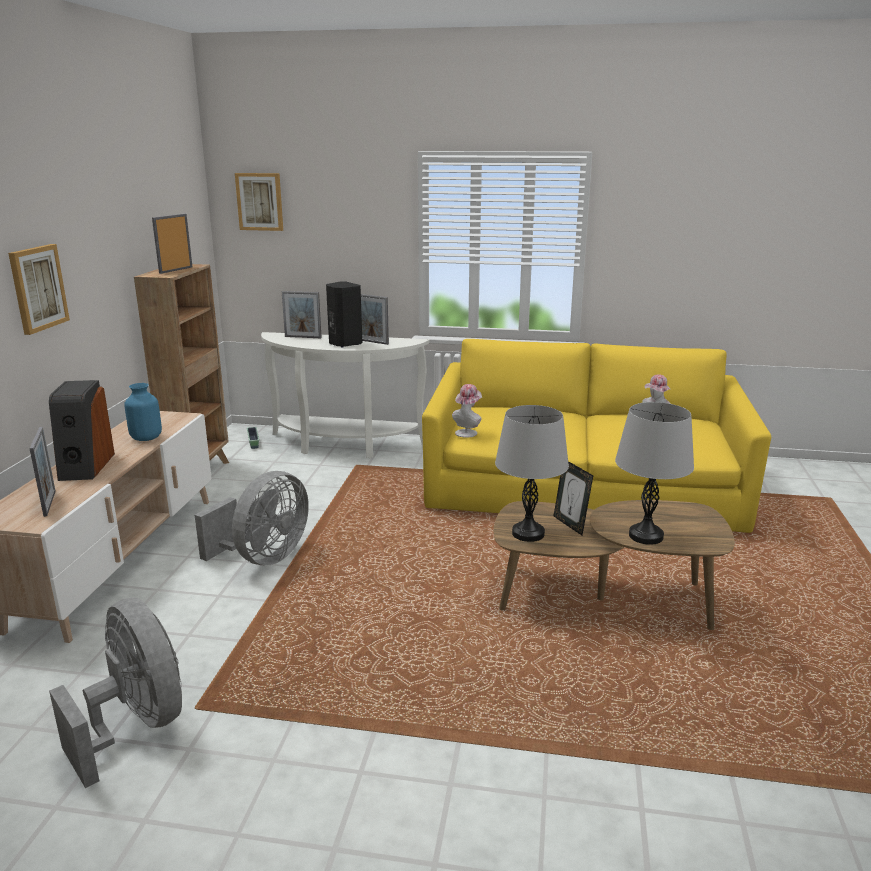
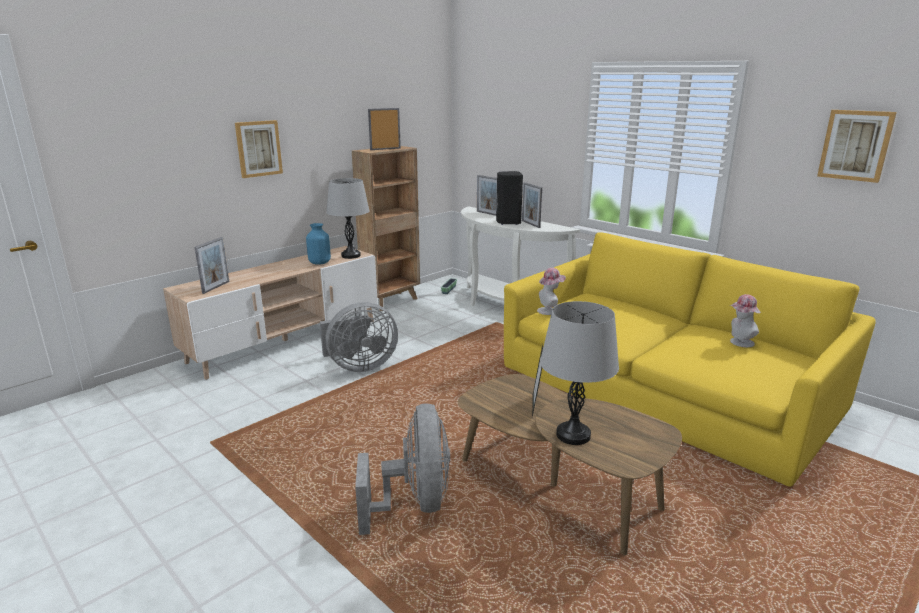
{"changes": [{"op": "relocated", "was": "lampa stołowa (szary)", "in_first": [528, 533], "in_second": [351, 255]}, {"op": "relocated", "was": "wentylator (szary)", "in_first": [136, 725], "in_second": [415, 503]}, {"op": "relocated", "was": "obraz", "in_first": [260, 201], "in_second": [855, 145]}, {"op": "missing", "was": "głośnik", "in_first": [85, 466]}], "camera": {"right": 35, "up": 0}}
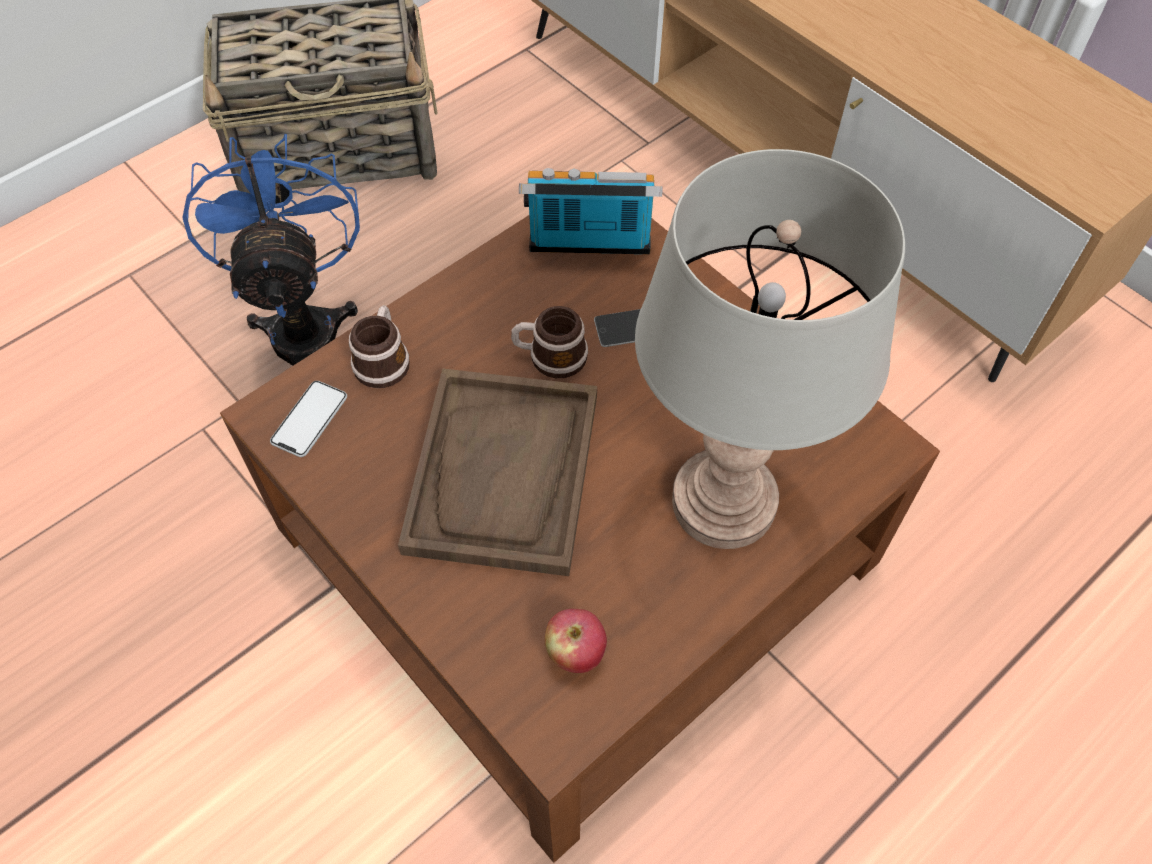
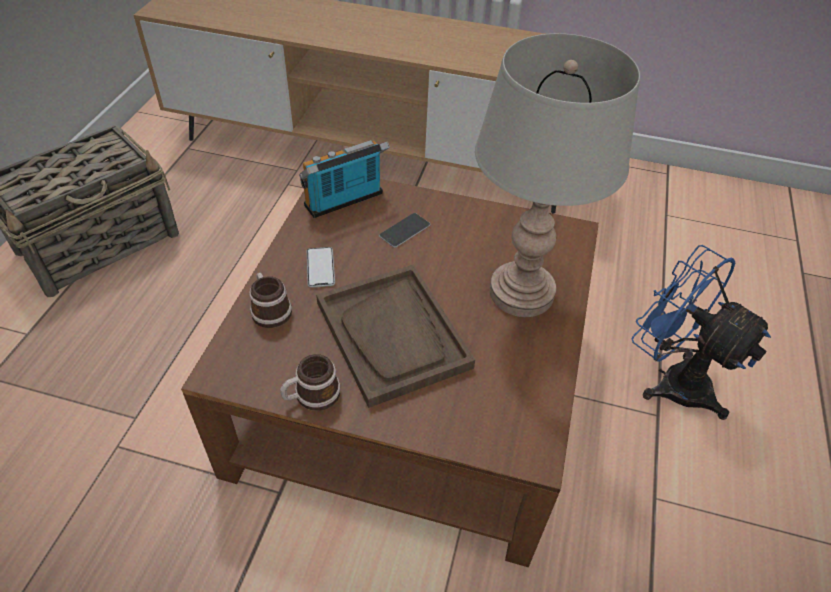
{"changes": [{"op": "relocated", "was": "kubek", "in_first": [550, 356], "in_second": [311, 396]}, {"op": "relocated", "was": "telefon", "in_first": [309, 419], "in_second": [320, 268]}, {"op": "relocated", "was": "wentylator (niebieski)", "in_first": [304, 324], "in_second": [671, 380]}, {"op": "missing", "was": "jabłko", "in_first": [575, 652]}], "camera": {"right": -35, "up": -10}}
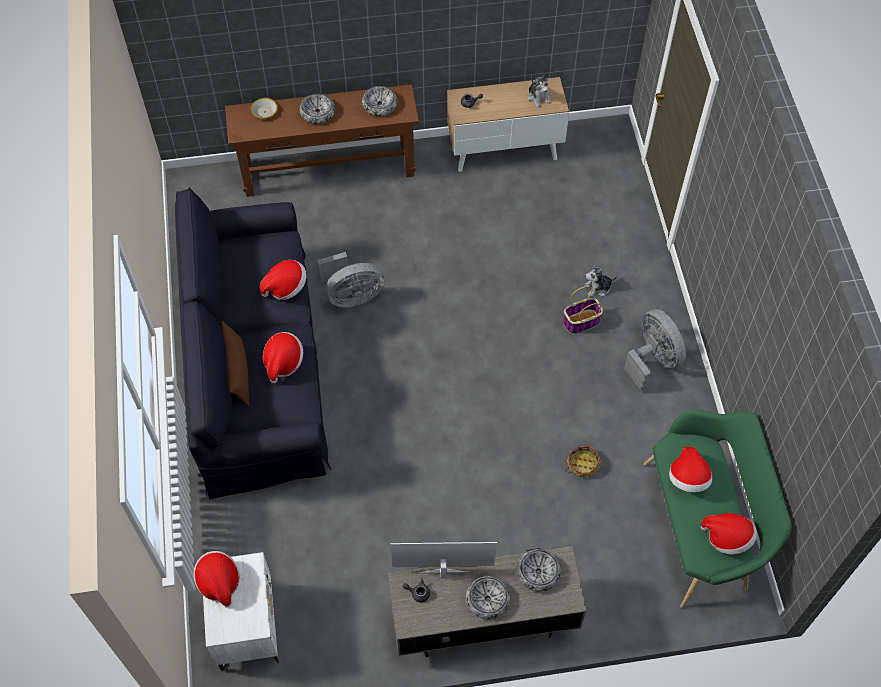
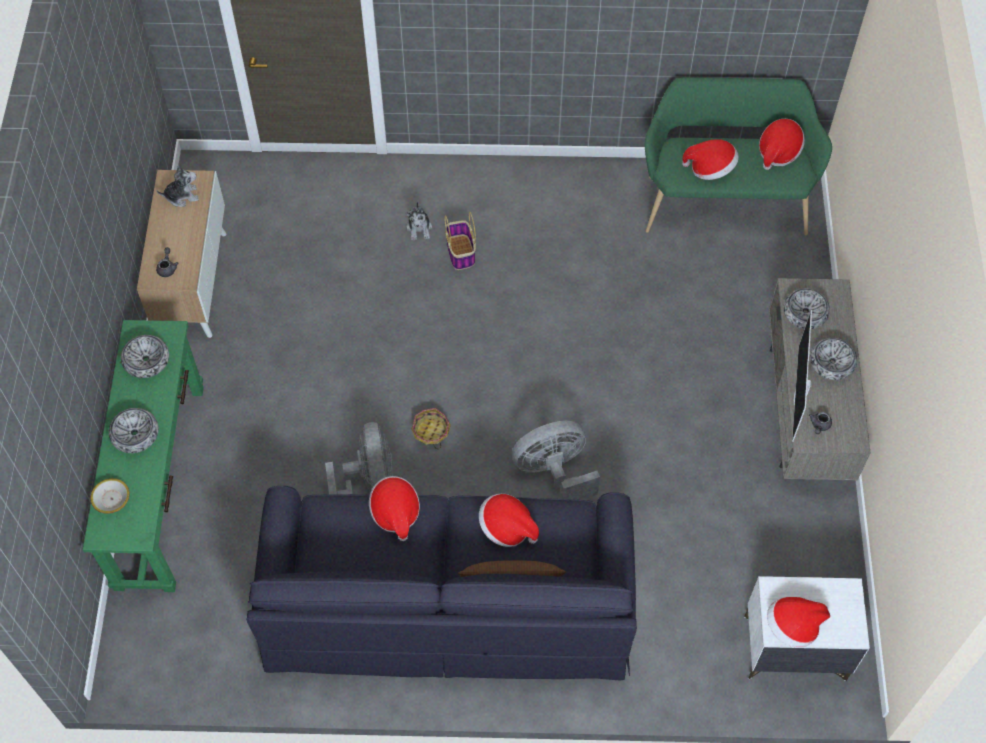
{"changes": [{"op": "colour", "was": "stolik konsolowy (brązowy)", "now": "stolik konsolowy (zielony)", "in_first": [328, 169], "in_second": [160, 485]}, {"op": "relocated", "was": "koszyk", "in_first": [582, 464], "in_second": [431, 431]}, {"op": "relocated", "was": "wentylator (szary)", "in_first": [653, 359], "in_second": [554, 472]}], "camera": {"right": -80, "up": 0}}
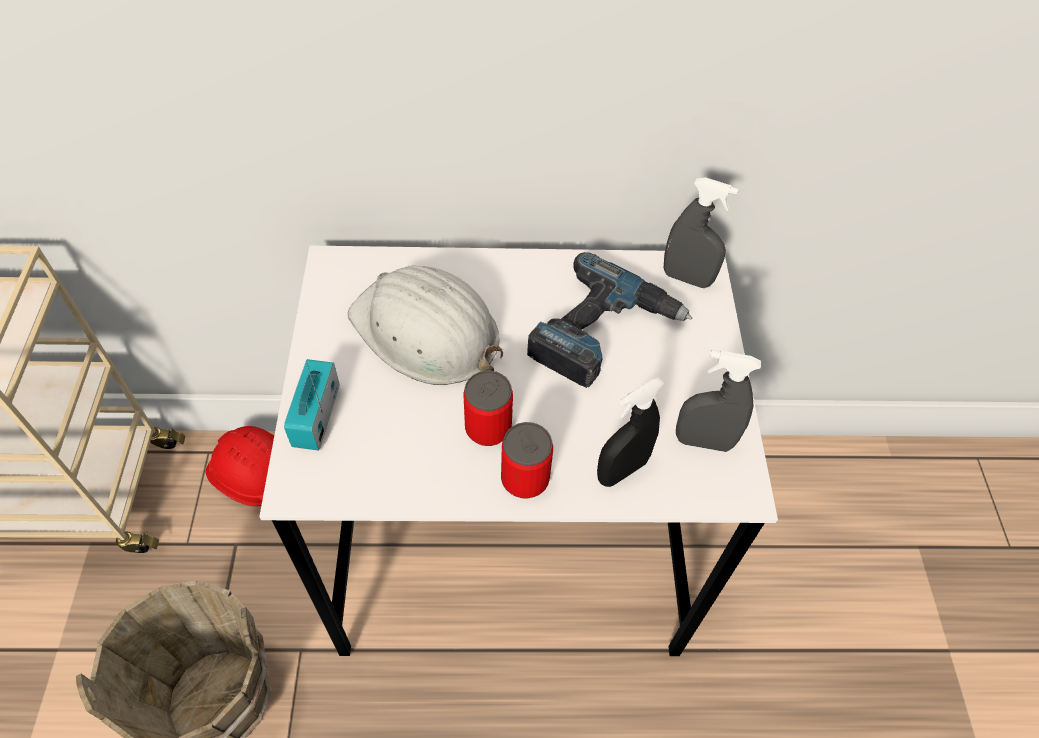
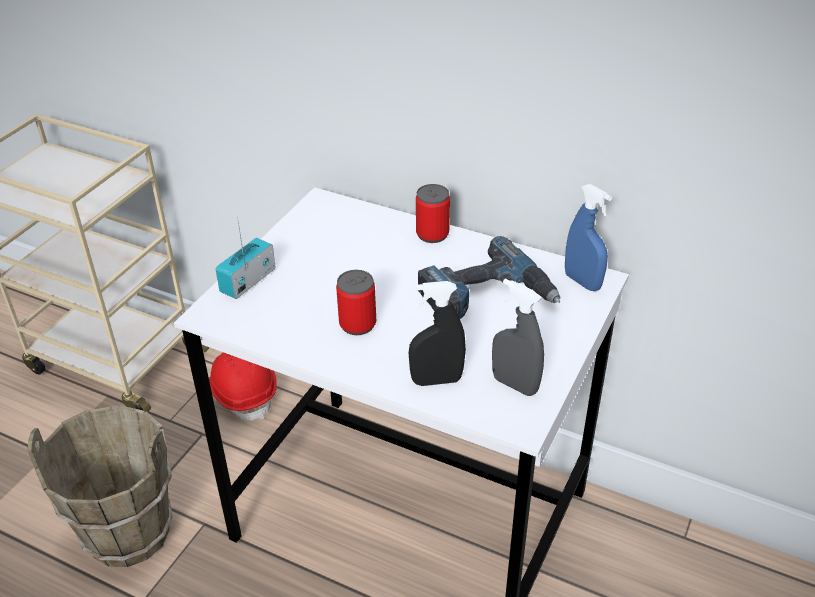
{"changes": [{"op": "relocated", "was": "puszka", "in_first": [525, 479], "in_second": [432, 234]}, {"op": "colour", "was": "spryskiwacz (szary)", "now": "spryskiwacz (niebieski)", "in_first": [687, 278], "in_second": [582, 282]}, {"op": "missing", "was": "kask (biały)", "in_first": [426, 332]}], "camera": {"right": 30, "up": -15}}
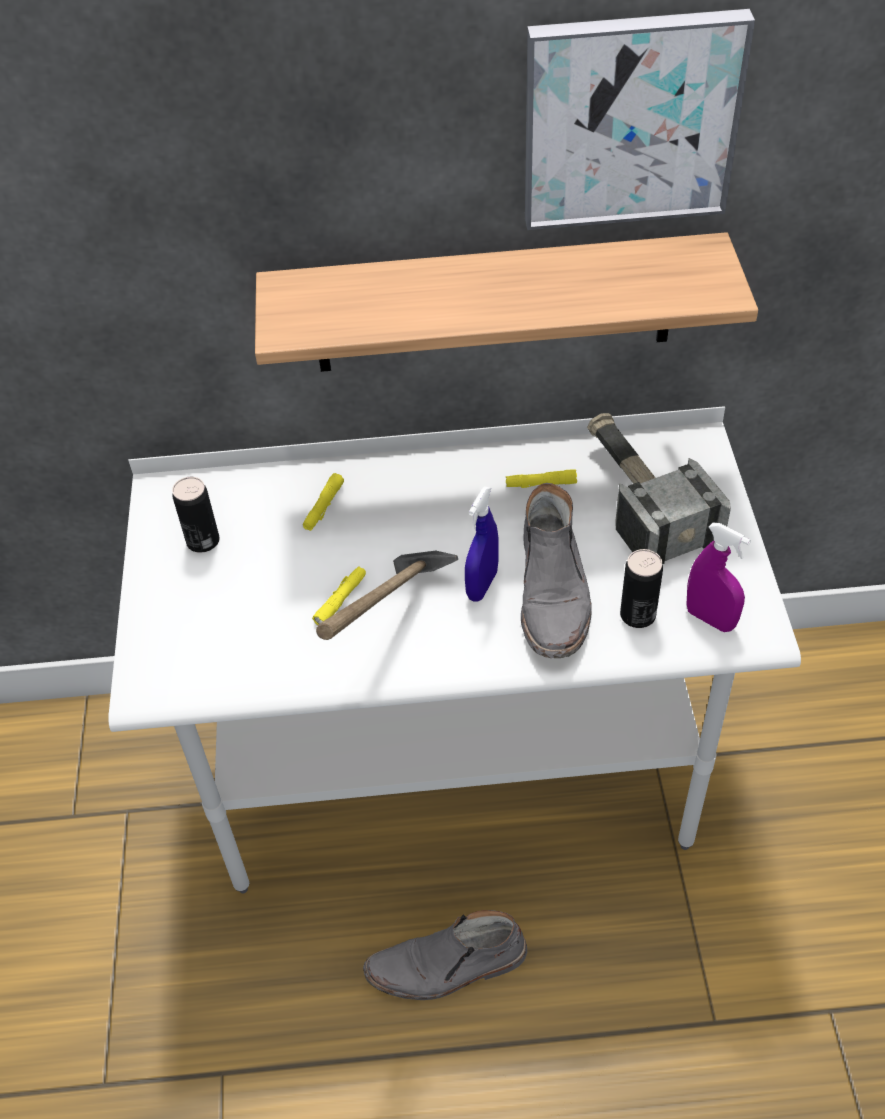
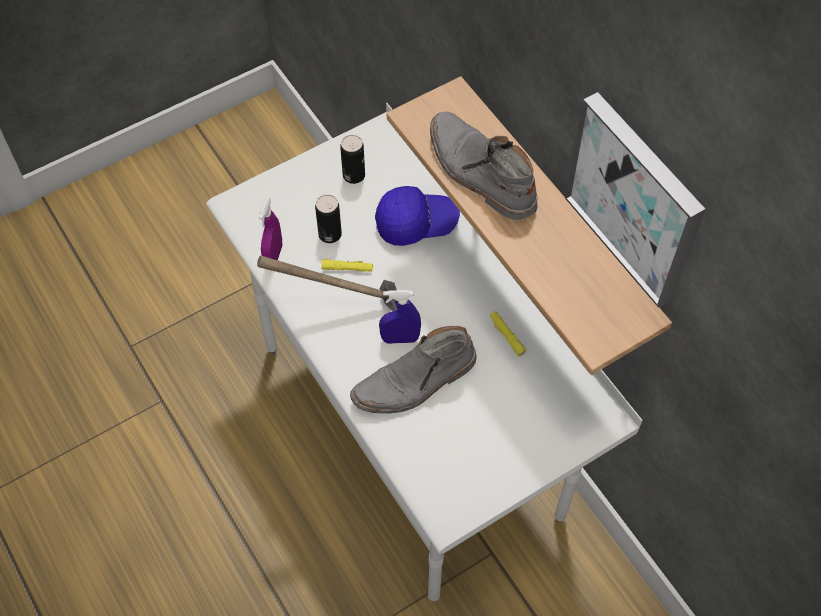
{"changes": [{"op": "relocated", "was": "spryskiwacz (fioletowy)", "in_first": [710, 619], "in_second": [273, 256]}, {"op": "relocated", "was": "puszka", "in_first": [637, 615], "in_second": [330, 234]}, {"op": "exchanged", "was": "latarka (żółty)", "now": "czapka z daszkiem (niebieski)", "in_first": [324, 507], "in_second": [416, 223]}, {"op": "relocated", "was": "but z cholewką (szary)", "in_first": [447, 966], "in_second": [479, 173]}, {"op": "missing", "was": "młotek", "in_first": [640, 499]}], "camera": {"right": 60, "up": 10}}
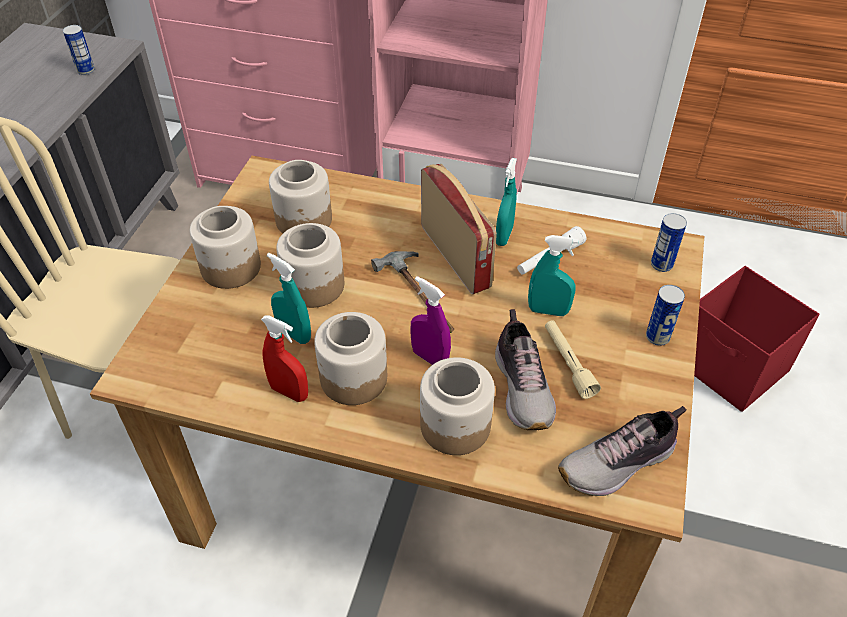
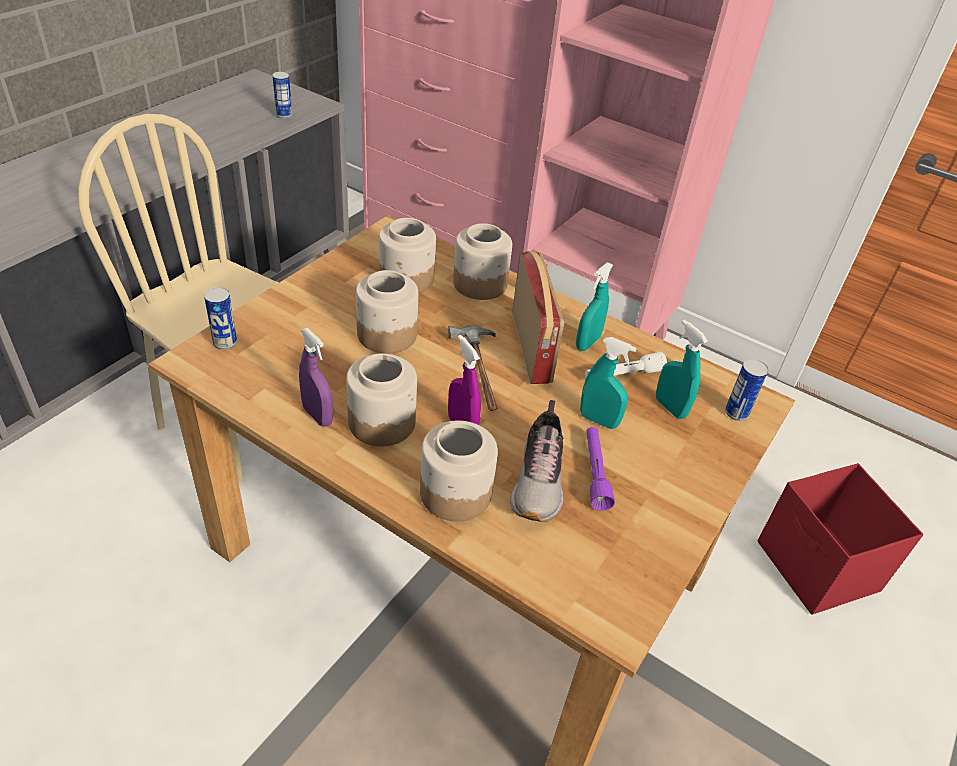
{"changes": [{"op": "relocated", "was": "puszka", "in_first": [657, 337], "in_second": [225, 343]}, {"op": "colour", "was": "spryskiwacz (czerwony)", "now": "spryskiwacz (fioletowy)", "in_first": [289, 392], "in_second": [318, 416]}, {"op": "relocated", "was": "słoik", "in_first": [230, 268], "in_second": [479, 284]}, {"op": "colour", "was": "latarka (beżowy)", "now": "latarka (fioletowy)", "in_first": [568, 363], "in_second": [595, 473]}, {"op": "relocated", "was": "spryskiwacz (turkusowy)", "in_first": [294, 334], "in_second": [670, 408]}, {"op": "missing", "was": "but", "in_first": [619, 464]}], "camera": {"right": 15, "up": -5}}
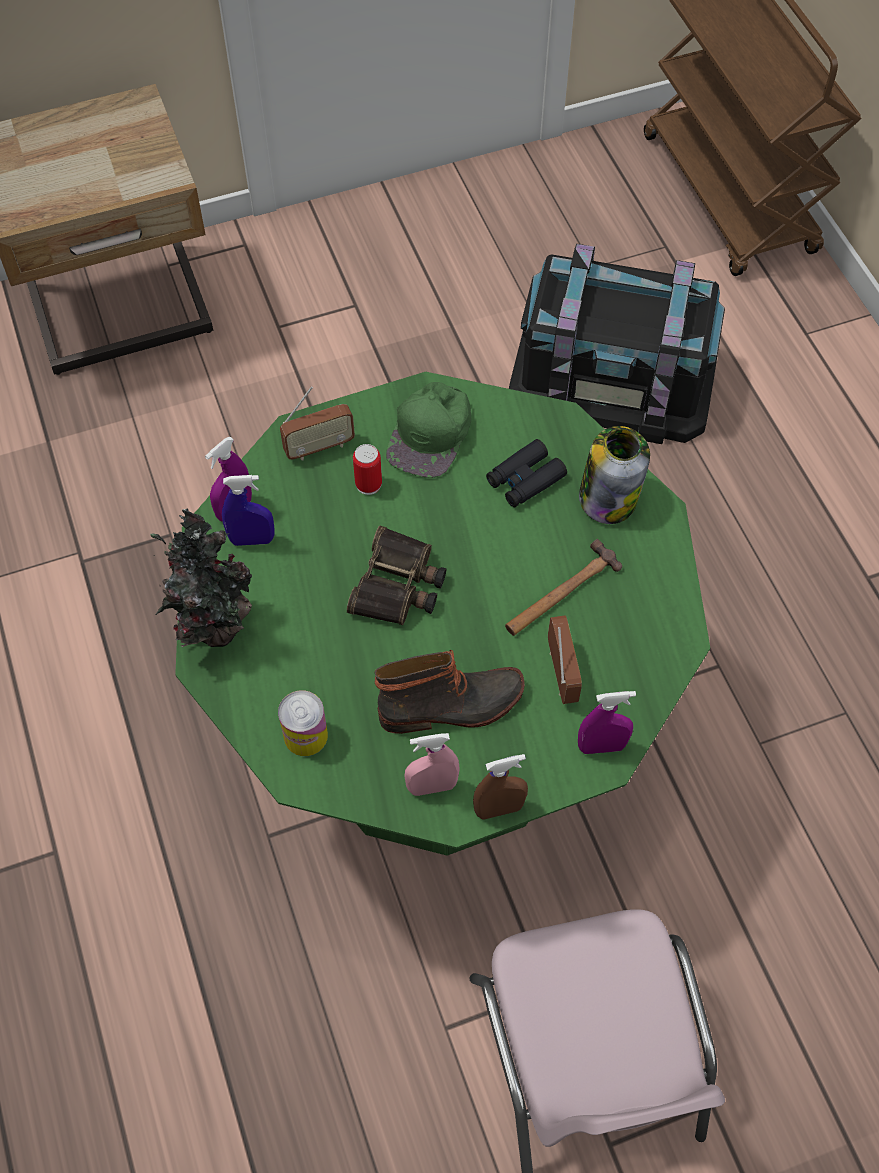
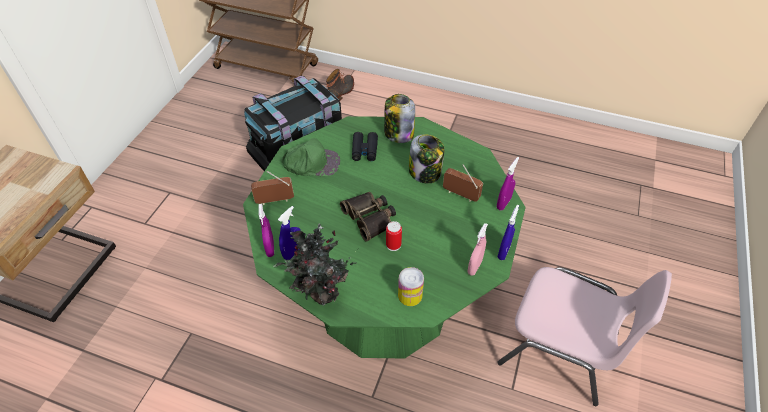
{"changes": [{"op": "spun", "was": "radio", "in_first": [319, 447], "in_second": [275, 200], "clockwise": -120}, {"op": "spun", "was": "czapka z daszkiem (zielony)", "in_first": [431, 434], "in_second": [311, 163], "clockwise": -60}, {"op": "relocated", "was": "but z cholewką", "in_first": [452, 707], "in_second": [341, 92]}, {"op": "relocated", "was": "puszka", "in_first": [368, 484], "in_second": [393, 245]}, {"op": "exchanged", "was": "młotek", "now": "słoik", "in_first": [560, 593], "in_second": [425, 172]}, {"op": "colour", "was": "spryskiwacz (brązowy)", "now": "spryskiwacz (niebieski)", "in_first": [499, 809], "in_second": [503, 252]}], "camera": {"right": -50, "up": -10}}
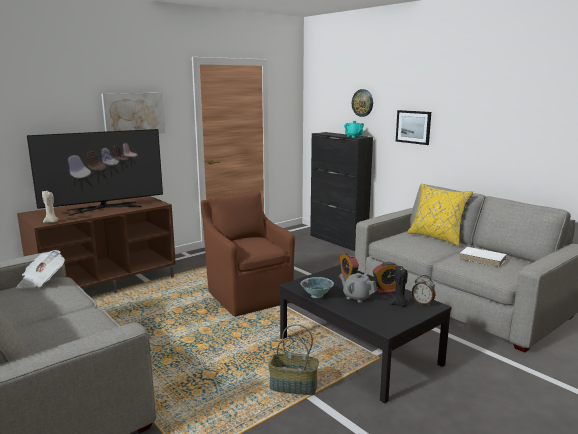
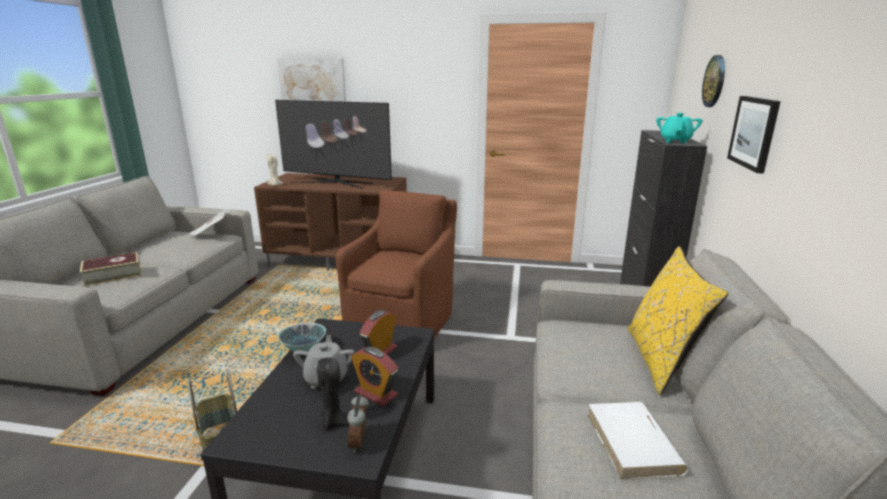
{"changes": [{"op": "appeared", "now": "książka", "in_second": [113, 275]}, {"op": "relocated", "was": "obraz", "in_first": [134, 114], "in_second": [312, 82]}], "camera": {"right": 50, "up": 5}}
